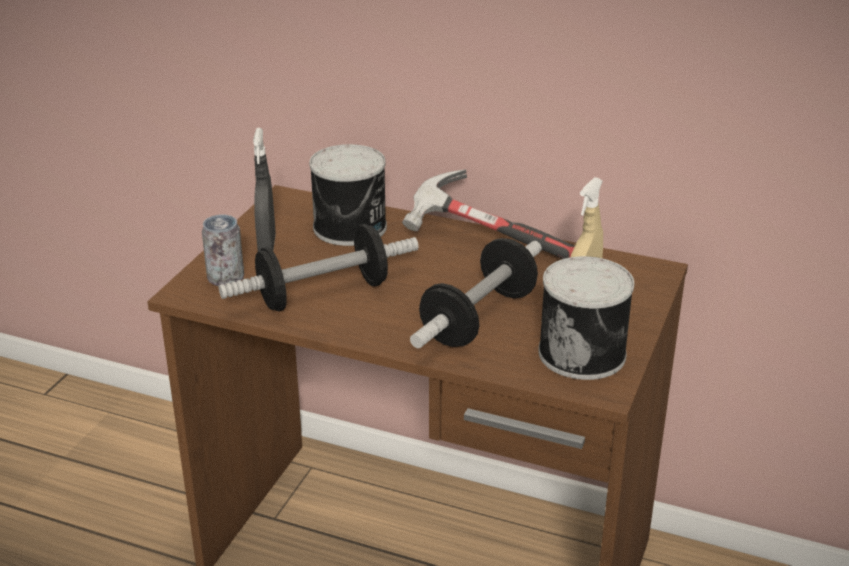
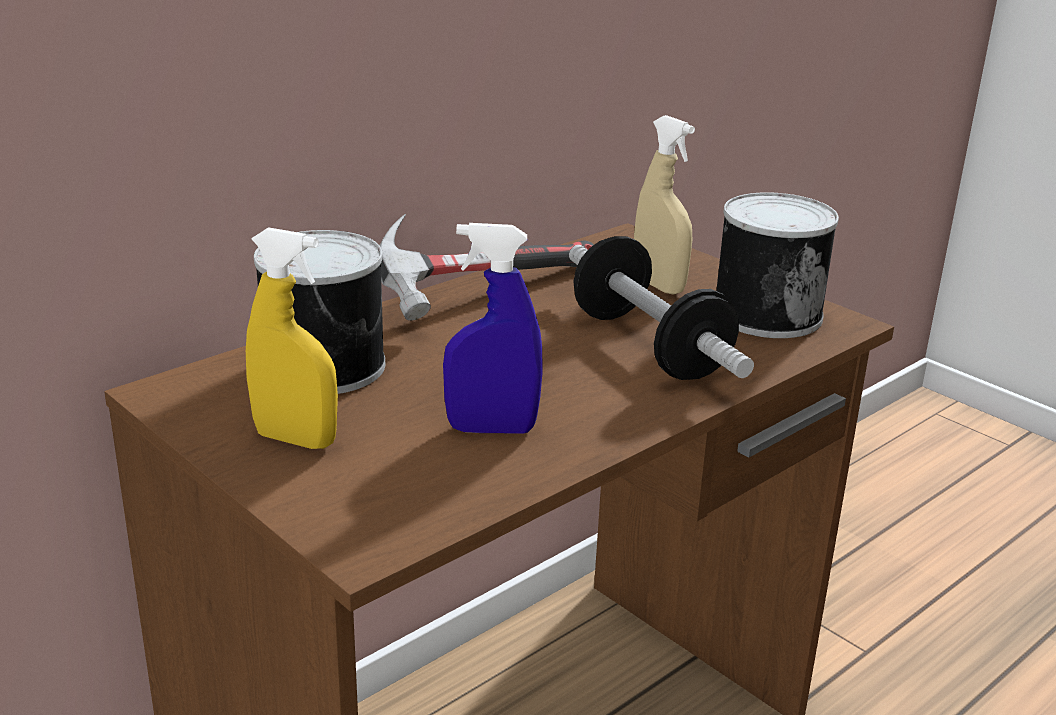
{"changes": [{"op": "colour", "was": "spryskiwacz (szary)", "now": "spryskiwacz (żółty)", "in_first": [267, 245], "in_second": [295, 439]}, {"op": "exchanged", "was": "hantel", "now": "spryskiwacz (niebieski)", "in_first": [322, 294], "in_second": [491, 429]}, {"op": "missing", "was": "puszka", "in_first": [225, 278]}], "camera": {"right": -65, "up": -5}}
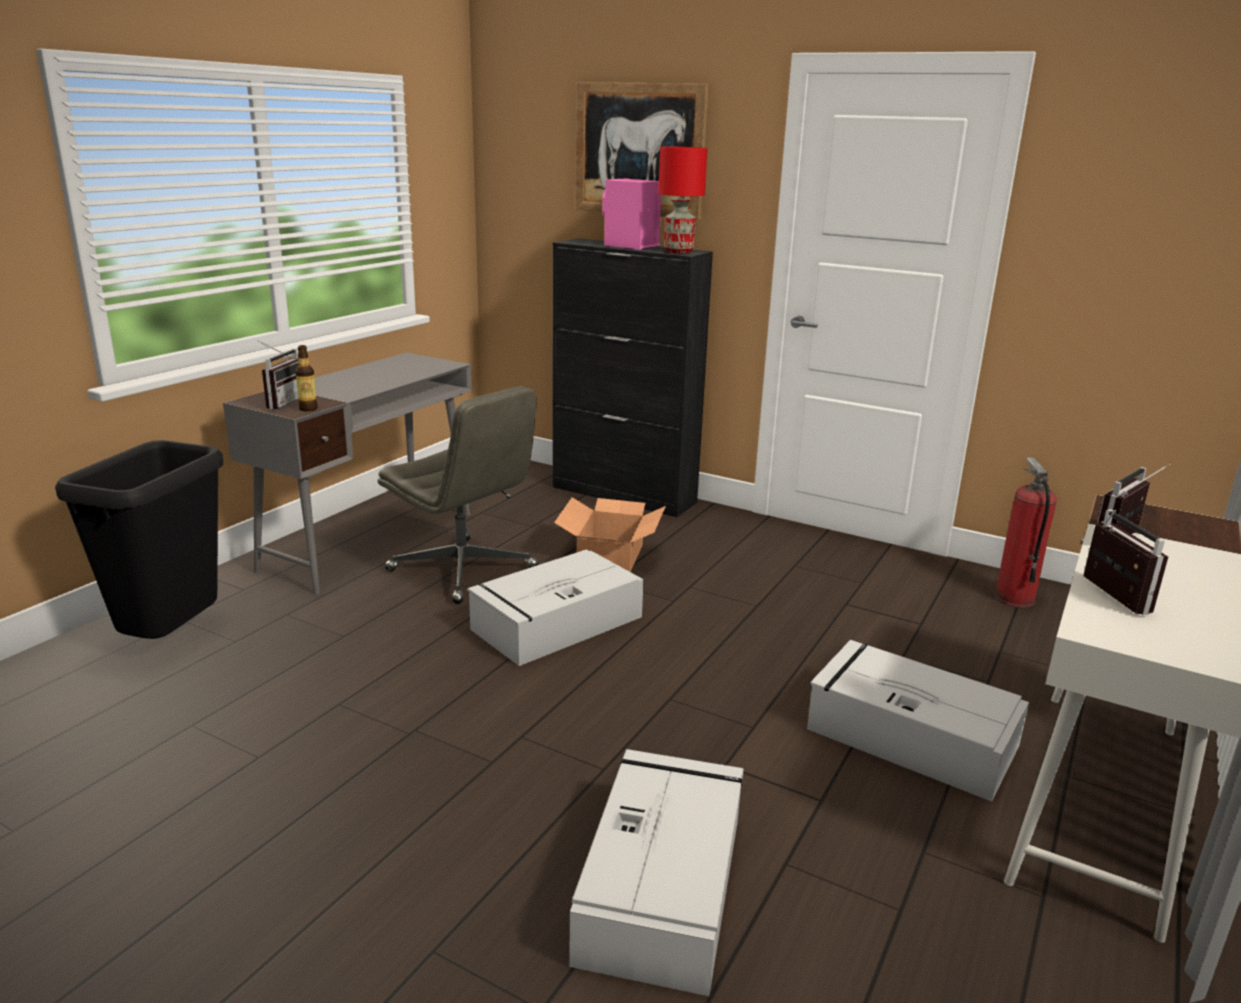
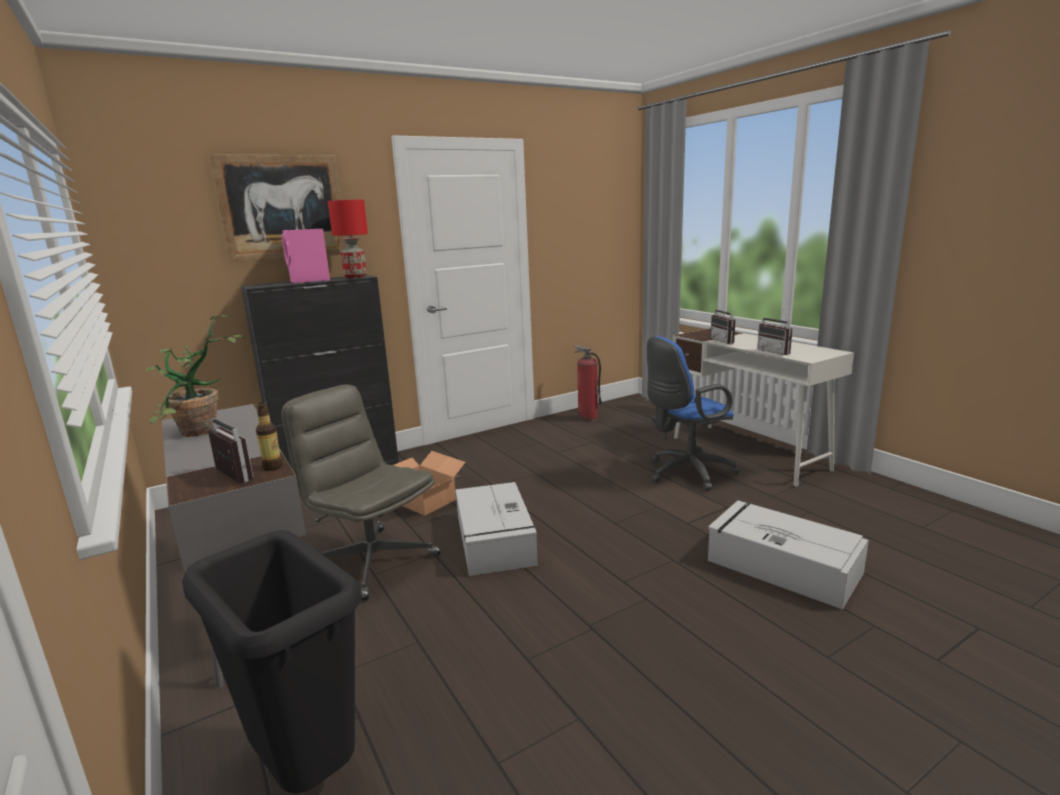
{"changes": [{"op": "appeared", "now": "roślina doniczkowa", "in_second": [201, 433]}, {"op": "spun", "was": "krzesło biurowe (szary)", "in_first": [464, 570], "in_second": [372, 561], "clockwise": -120}, {"op": "exchanged", "was": "pojemnik do przechowywania (szary)", "now": "krzesło biurowe (niebieski)", "in_first": [908, 736], "in_second": [685, 473]}, {"op": "spun", "was": "radio", "in_first": [1106, 596], "in_second": [776, 352], "clockwise": -135}], "camera": {"right": -60, "up": -5}}
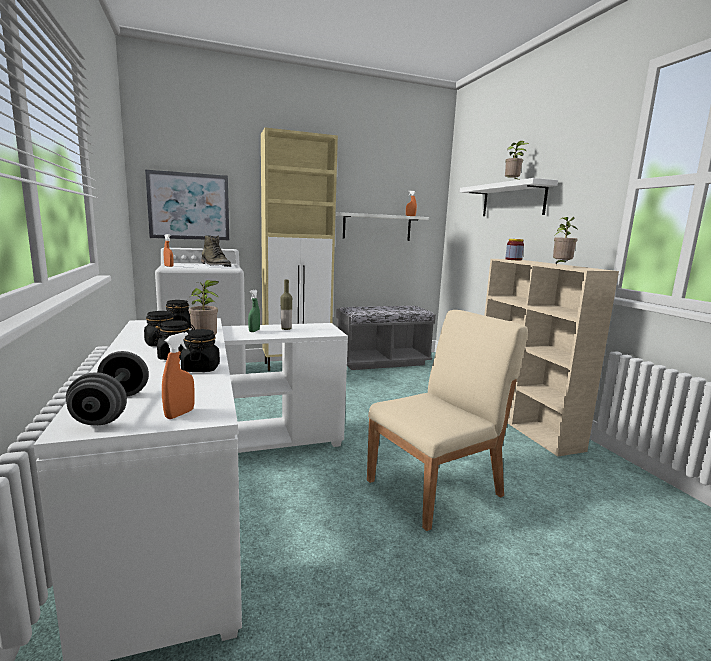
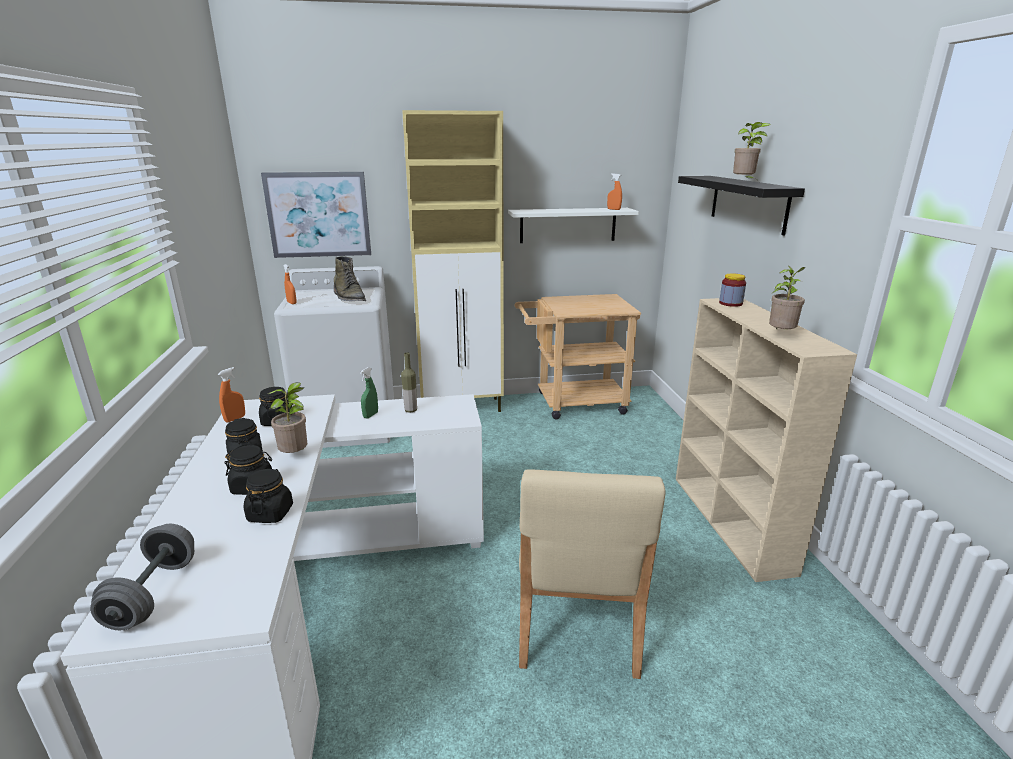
{"changes": [{"op": "relocated", "was": "spryskiwacz (pomarańczowy)", "in_first": [179, 414], "in_second": [235, 419]}, {"op": "exchanged", "was": "ławka (szary)", "now": "wózek (beżowy)", "in_first": [382, 362], "in_second": [573, 403]}, {"op": "spun", "was": "krzesło (beżowy)", "in_first": [436, 487], "in_second": [577, 622], "clockwise": 120}, {"op": "colour", "was": "półka (biały)", "now": "półka (czarny)", "in_first": [513, 200], "in_second": [748, 203]}], "camera": {"right": 10, "up": 10}}
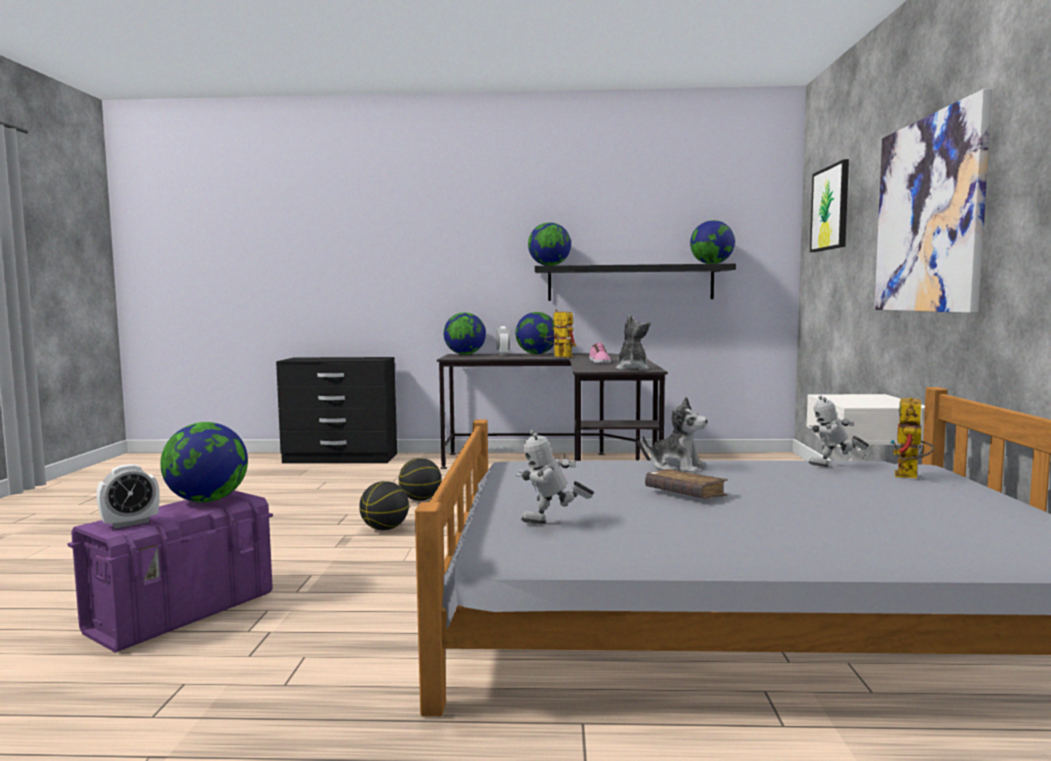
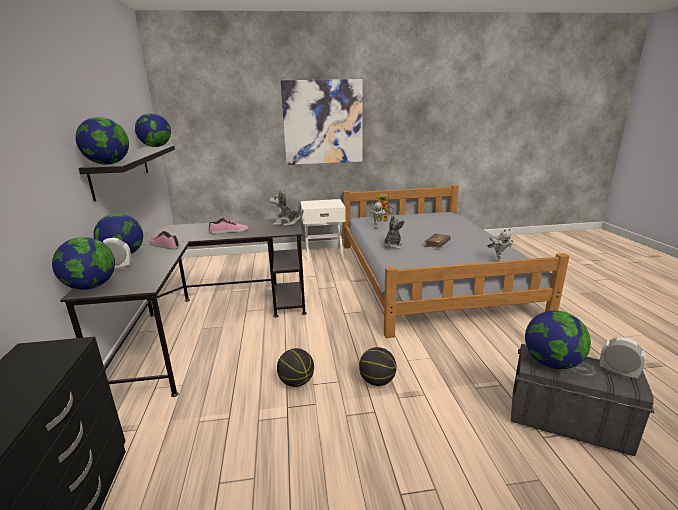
{"changes": [{"op": "exchanged", "was": "robot zabawkowy", "now": "but", "in_first": [559, 356], "in_second": [165, 245]}, {"op": "colour", "was": "pojemnik do przechowywania (fioletowy)", "now": "pojemnik do przechowywania (szary)", "in_first": [183, 612], "in_second": [566, 422]}, {"op": "missing", "was": "obraz", "in_first": [830, 208]}], "camera": {"right": -100, "up": 15}}
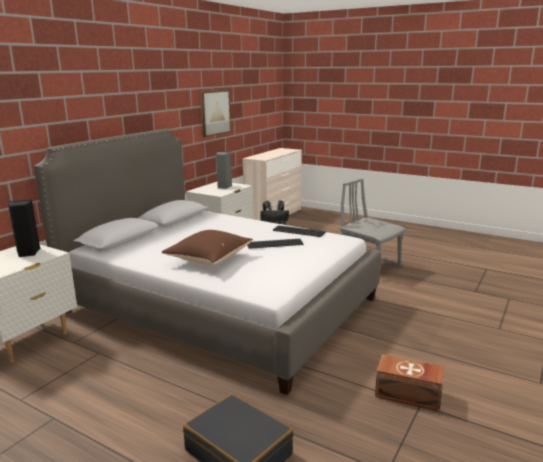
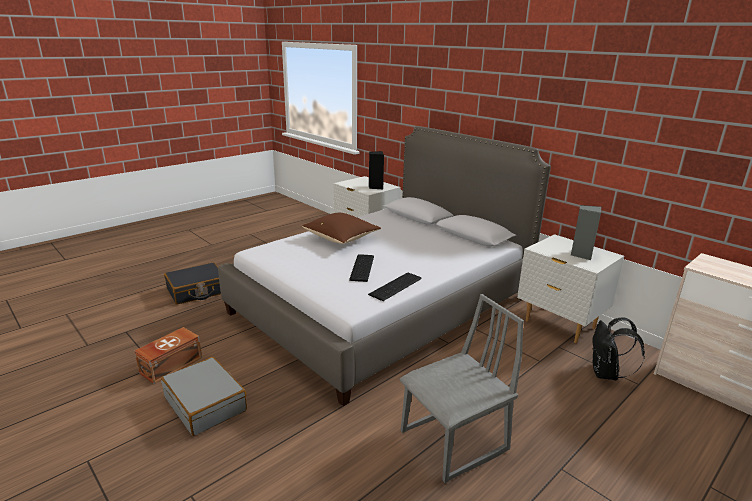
{"changes": [{"op": "appeared", "now": "walizka (szary)", "in_second": [206, 404]}, {"op": "missing", "was": "obraz", "in_first": [215, 112]}], "camera": {"right": 105, "up": 5}}
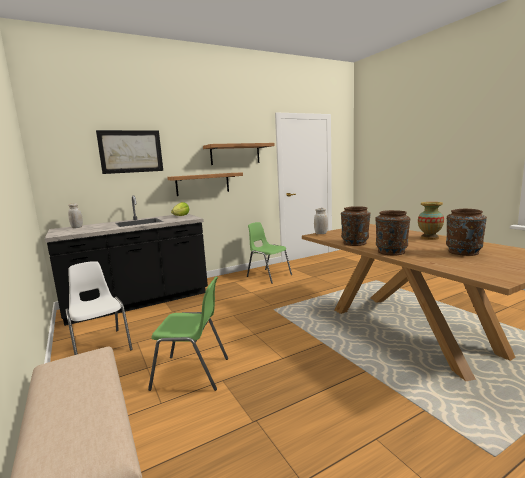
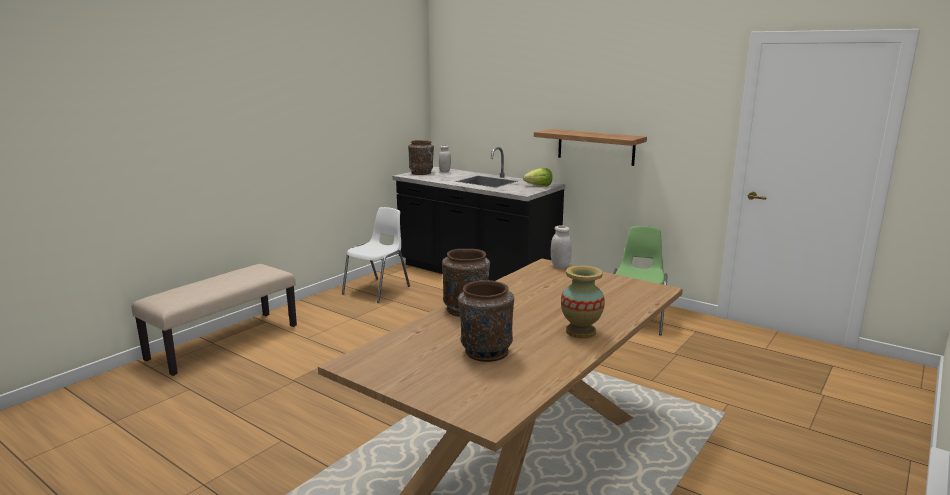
{"changes": [{"op": "relocated", "was": "wazon (brązowy)", "in_first": [355, 243], "in_second": [421, 173]}, {"op": "missing", "was": "obraz", "in_first": [131, 151]}, {"op": "missing", "was": "krzesło (zielony)", "in_first": [192, 373]}, {"op": "missing", "was": "półka", "in_first": [235, 154]}], "camera": {"right": 65, "up": 5}}
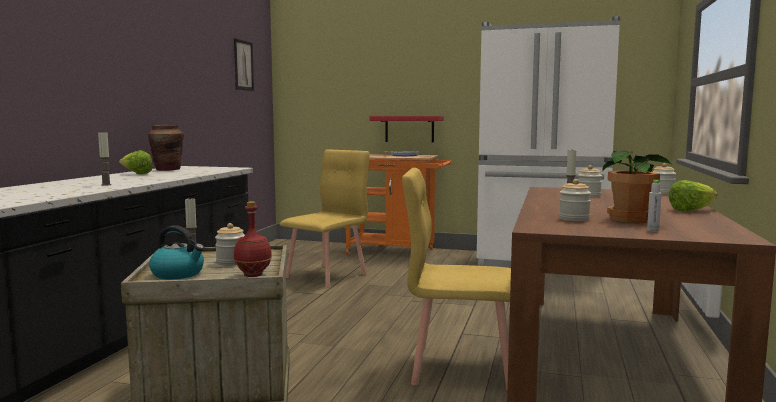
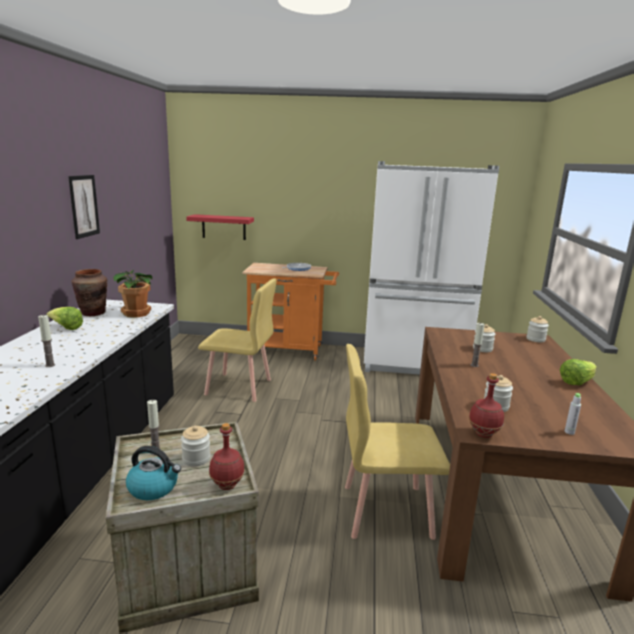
{"changes": [{"op": "relocated", "was": "obraz", "in_first": [243, 65], "in_second": [84, 206]}, {"op": "relocated", "was": "roślina doniczkowa", "in_first": [632, 219], "in_second": [137, 313]}, {"op": "relocated", "was": "półka (czerwony)", "in_first": [409, 129], "in_second": [224, 227]}, {"op": "spun", "was": "krzesło (żółty)", "in_first": [327, 276], "in_second": [239, 387], "clockwise": 75}, {"op": "appeared", "now": "butelka (czerwony)", "in_second": [484, 434]}], "camera": {"right": -10, "up": 10}}
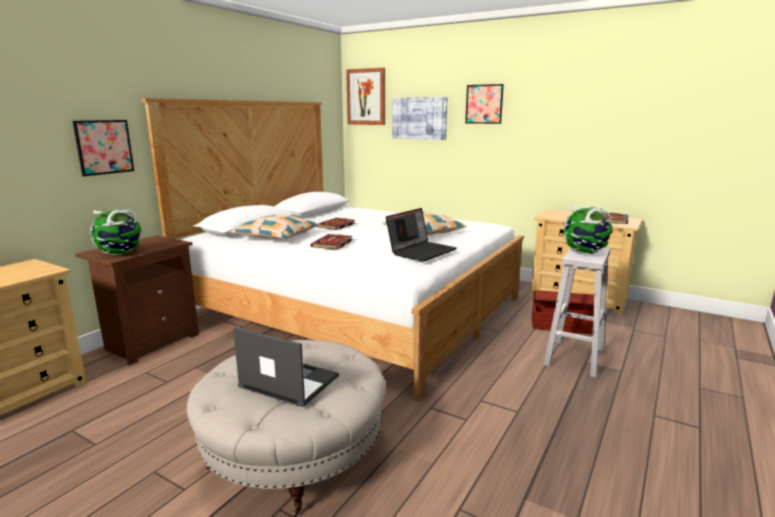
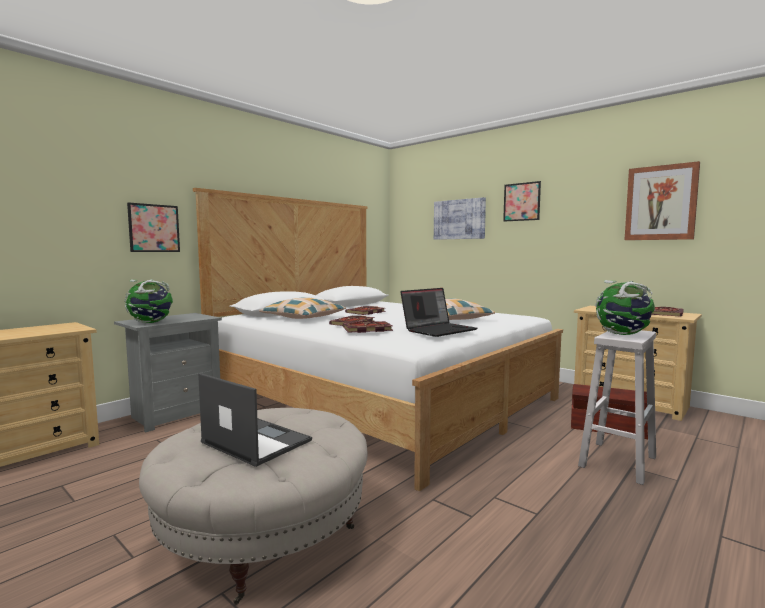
{"changes": [{"op": "colour", "was": "szafka nocna (brązowy)", "now": "szafka nocna (szary)", "in_first": [151, 342], "in_second": [175, 414]}, {"op": "appeared", "now": "książka", "in_second": [366, 329]}, {"op": "relocated", "was": "obraz", "in_first": [366, 97], "in_second": [660, 203]}], "camera": {"right": 10, "up": -10}}
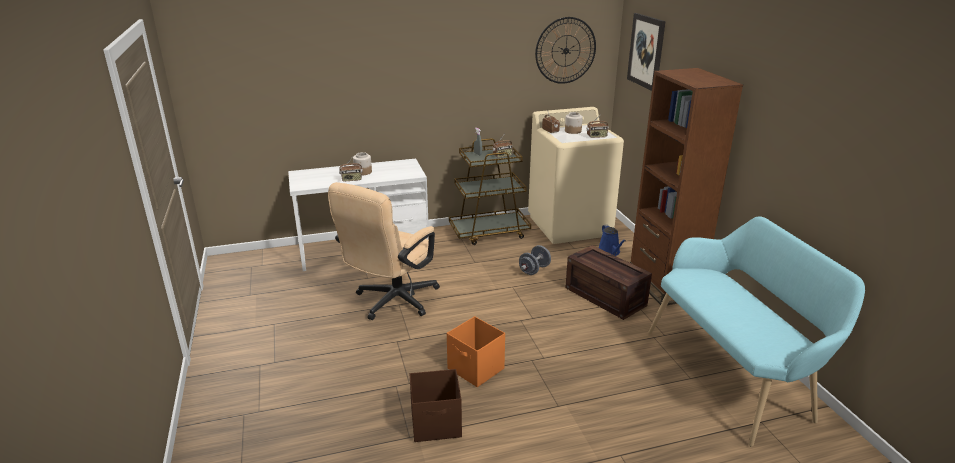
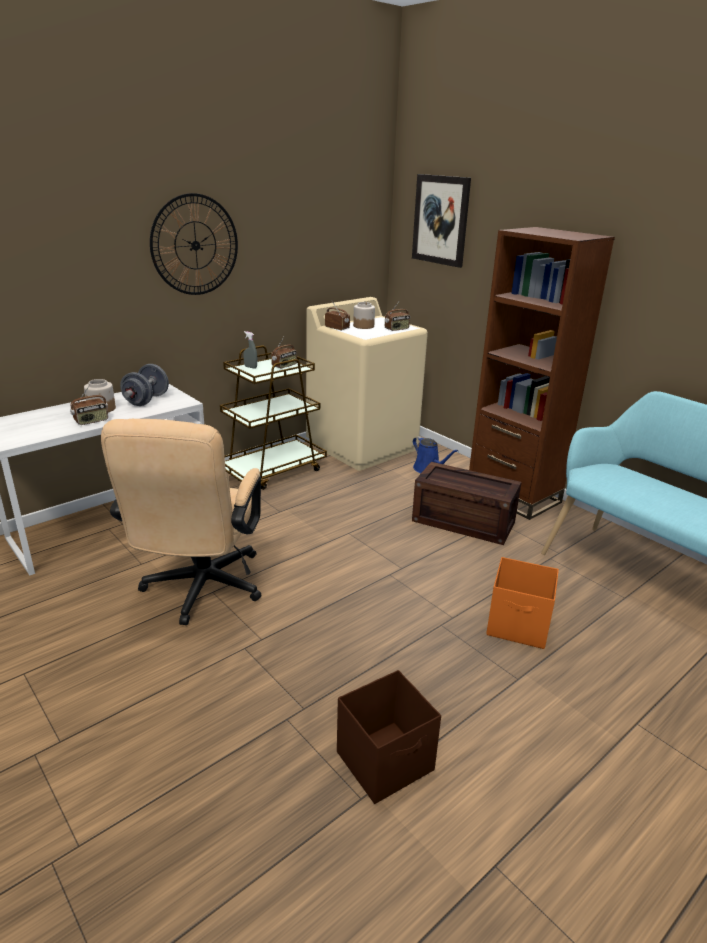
{"changes": [{"op": "relocated", "was": "hantel (szary)", "in_first": [534, 270], "in_second": [146, 400]}, {"op": "relocated", "was": "zegar ścienny", "in_first": [565, 50], "in_second": [195, 245]}, {"op": "relocated", "was": "pojemnik do przechowywania (pomarańczowy)", "in_first": [476, 369], "in_second": [519, 626]}], "camera": {"right": -25, "up": 0}}
